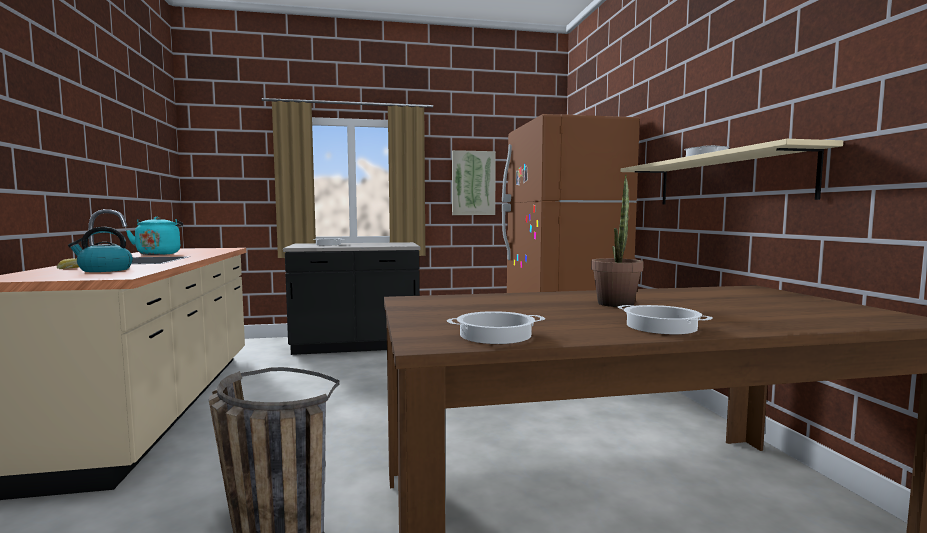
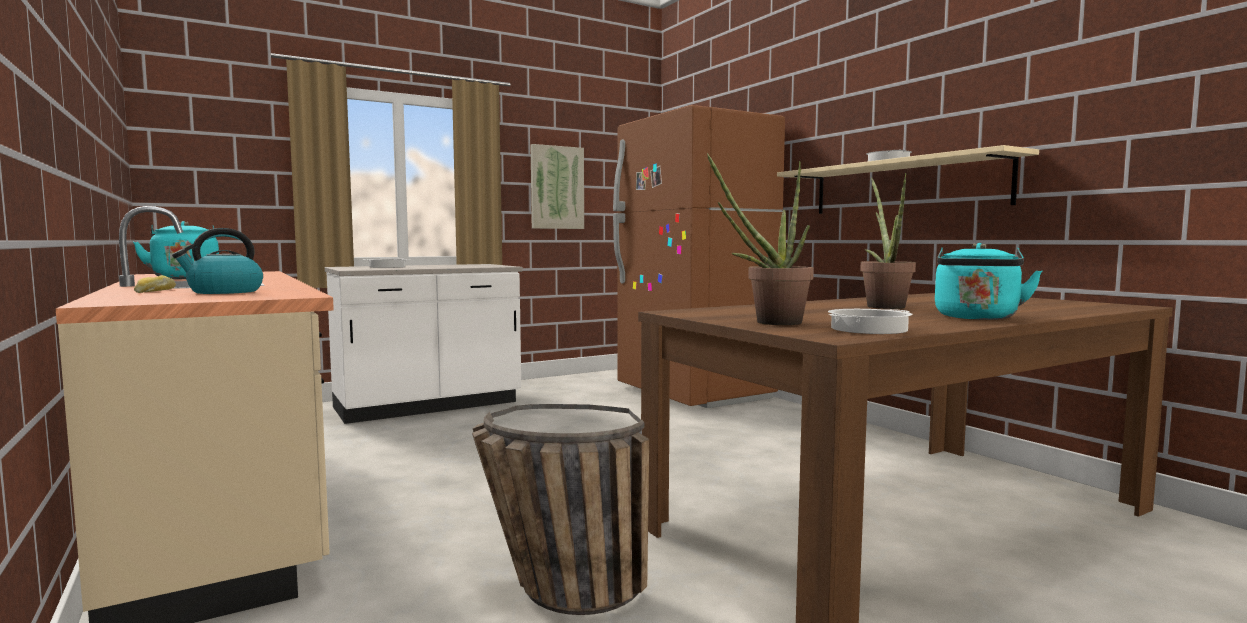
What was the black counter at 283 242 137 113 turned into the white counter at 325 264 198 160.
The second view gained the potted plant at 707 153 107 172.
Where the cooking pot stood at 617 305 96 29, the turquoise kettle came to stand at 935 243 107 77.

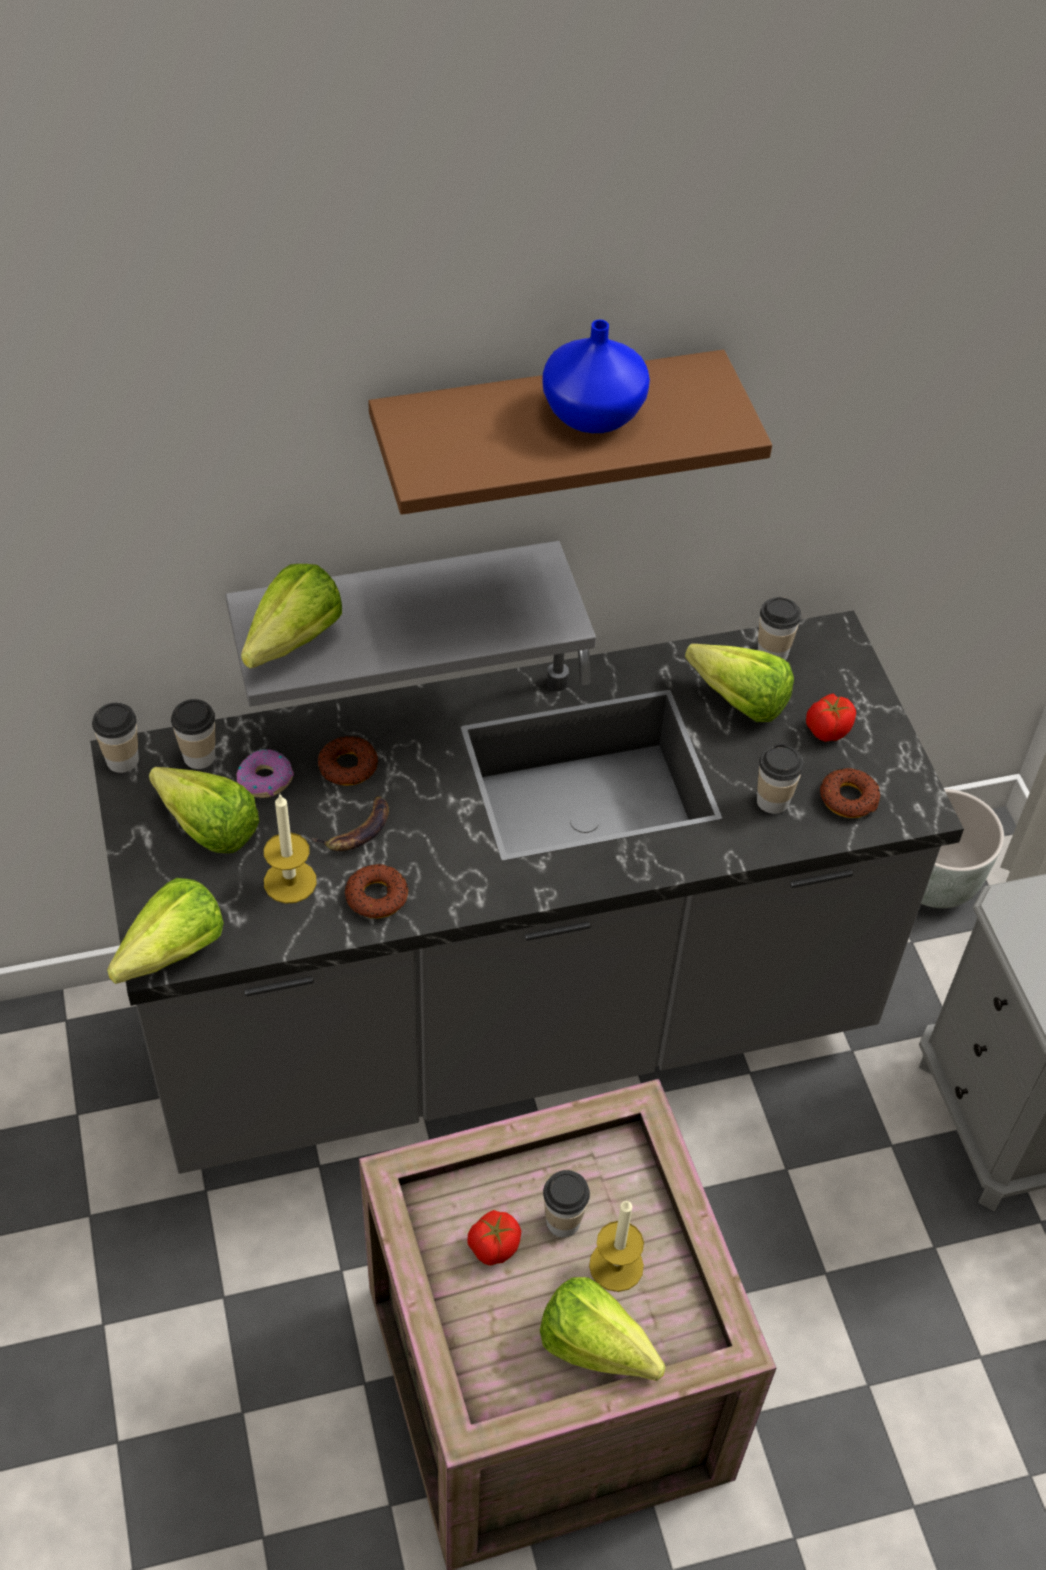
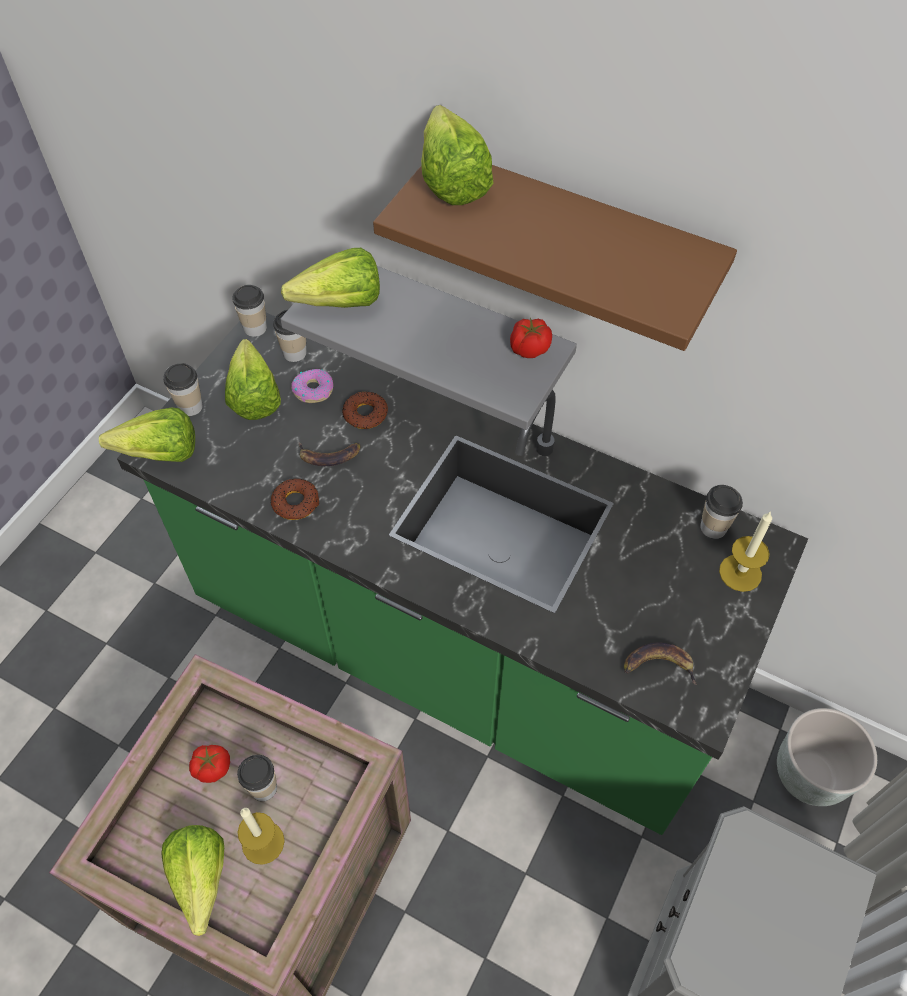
What was the grey counter at 90 610 874 564 turned into the green counter at 117 313 691 522.
The cup ended up elsewhere, having gone from 757 744 47 70 to 164 363 39 53.
The lettuce ended up elsewhere, having gone from 685 644 109 78 to 421 105 73 100.
The tomato ended up elsewhere, having gone from 806 693 50 49 to 510 318 42 40.
Where the donut stood at 820 768 60 50, the banana came to stand at 624 642 73 43.
The candle ended up elsewhere, having gone from 264 793 53 111 to 719 511 53 81.
The second view lost the blue vase at 542 320 108 113.

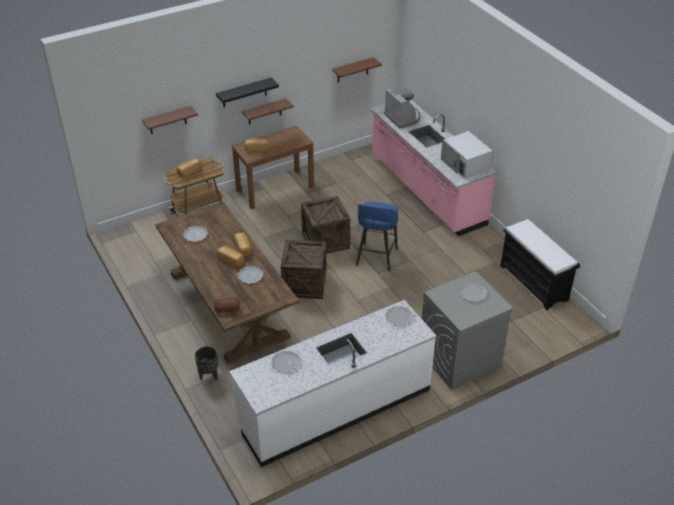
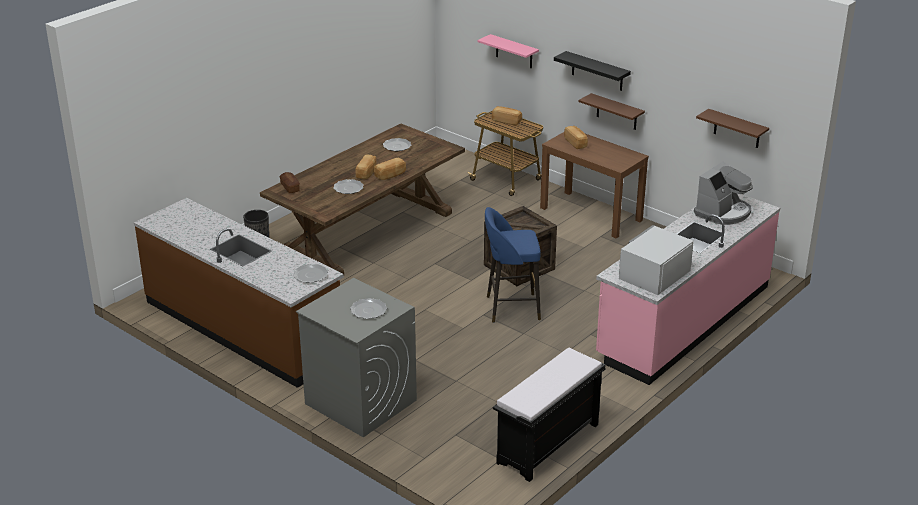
What was the white counter at 229 300 207 167 turned into the brown counter at 134 198 210 190.
What was the brown shelf at 142 106 56 28 turned into the pink shelf at 477 34 62 34.
The second view lost the plate at 271 351 30 22.
The second view lost the crate at 281 240 45 59.

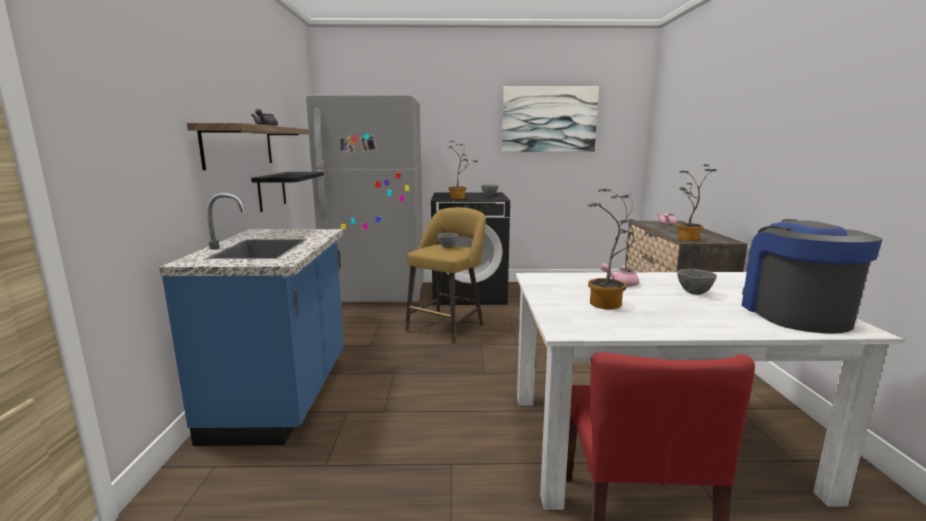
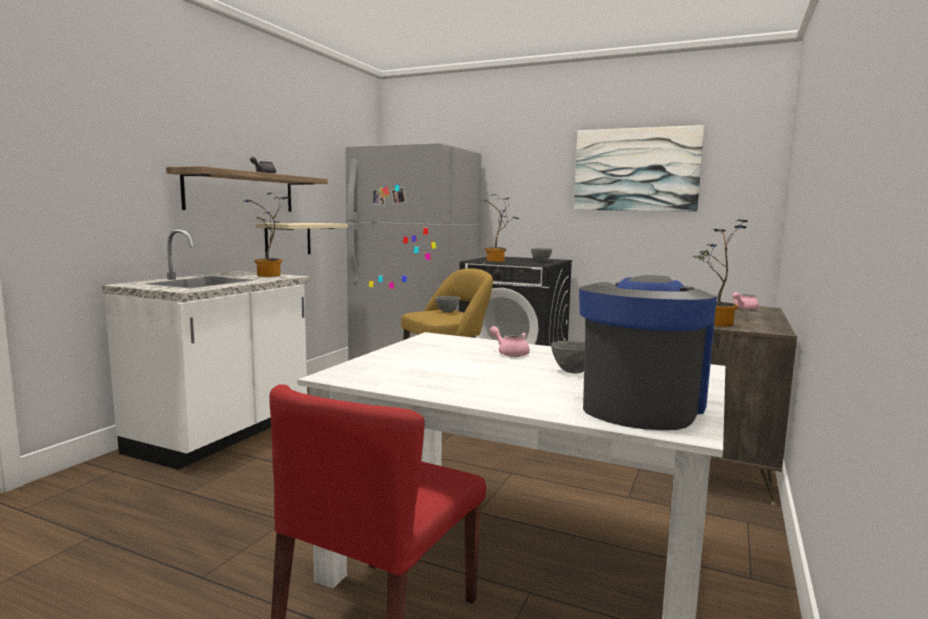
What was the blue counter at 159 193 185 253 turned into the white counter at 102 229 208 241.
The potted plant ended up elsewhere, having gone from 587 189 71 120 to 243 193 46 84.
What was the black shelf at 251 172 73 40 turned into the beige shelf at 255 223 93 35.

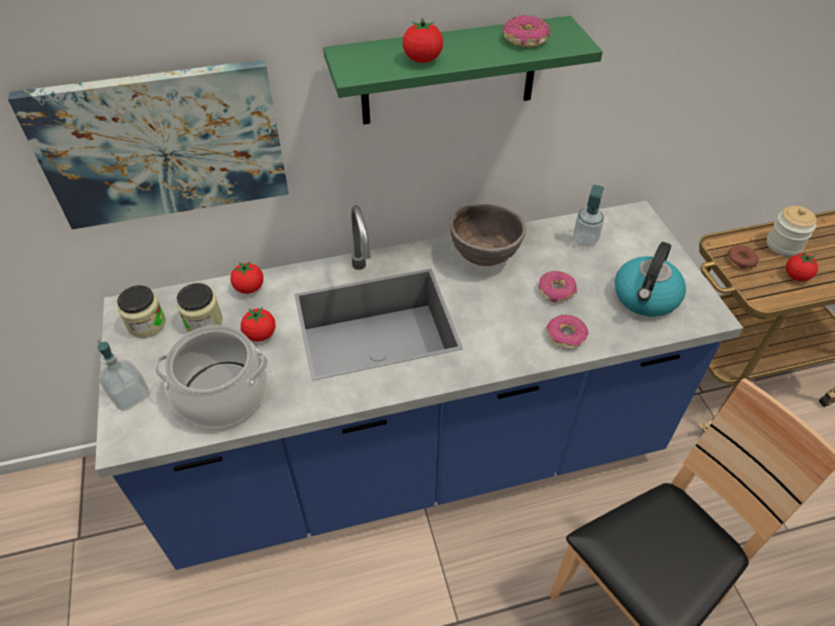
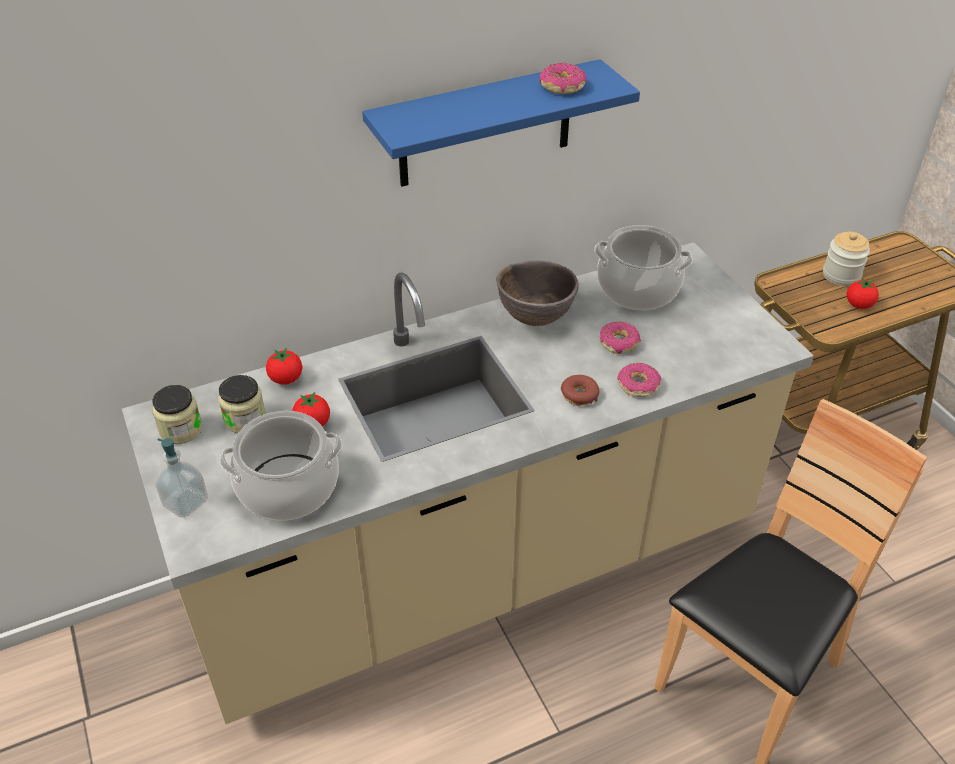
What was the blue counter at 95 201 648 369 turned into the beige counter at 122 242 692 482.
What was the green shelf at 323 16 280 109 turned into the blue shelf at 362 59 278 128.
The donut ended up elsewhere, having gone from 727 245 32 24 to 561 375 39 31.
Where the soap dispenser stood at 573 185 31 62, the cooking pot came to stand at 594 225 99 85.
The second view lost the picture at 8 59 281 170.
The second view lost the tomato at 403 18 40 45.
The second view lost the kettle at 615 242 71 75.

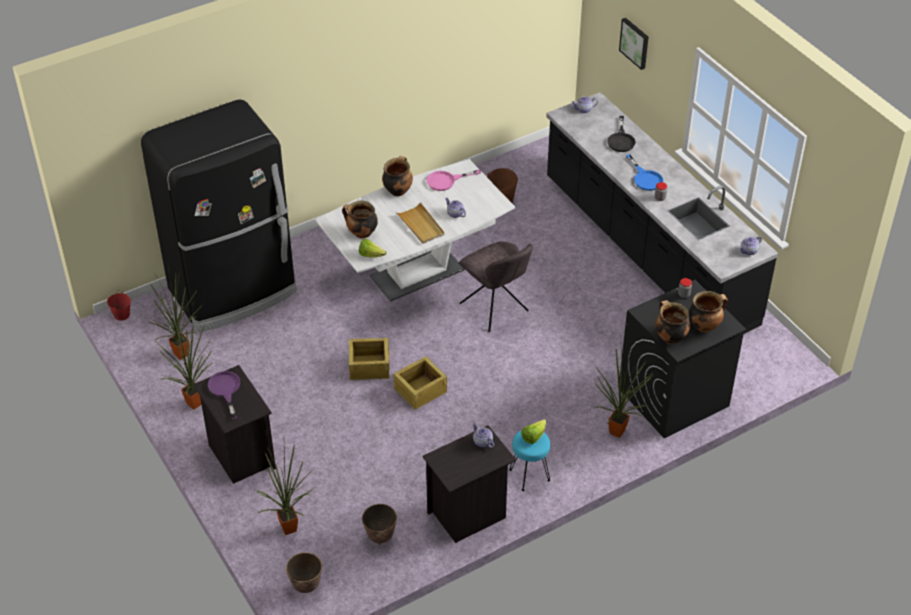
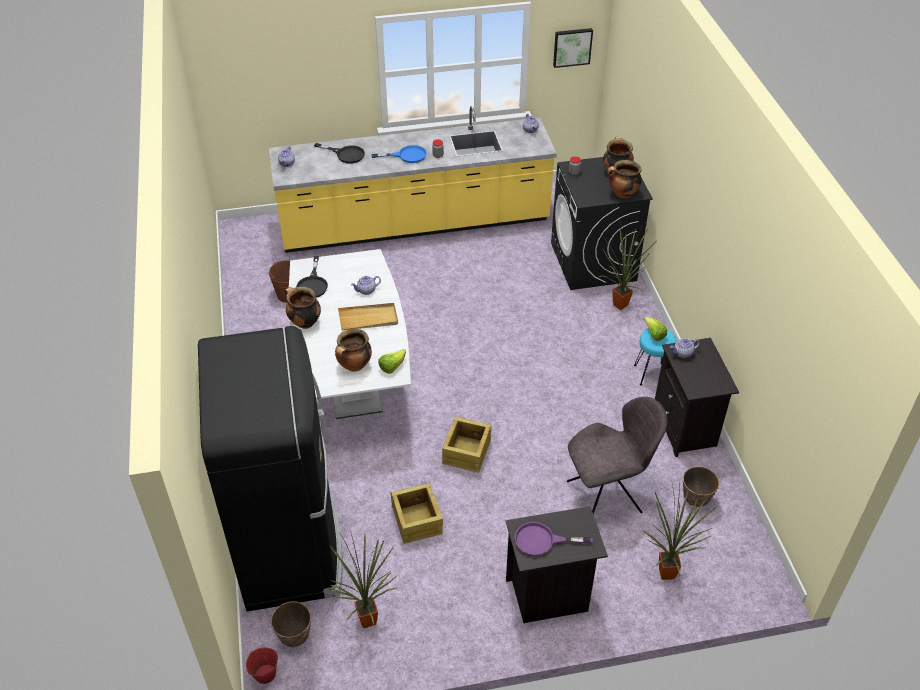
What was the black counter at 546 92 232 242 turned into the yellow counter at 269 106 288 147.
The planter ended up elsewhere, having gone from 286 552 36 41 to 271 601 40 46.
What was the pink frying pan at 426 169 55 22 turned into the black frying pan at 296 256 32 42.
The crate ended up elsewhere, having gone from 394 356 53 54 to 391 483 52 61.
The picture ended up elsewhere, having gone from 619 18 29 52 to 553 28 40 40.
The grey chair ended up elsewhere, having gone from 459 241 74 91 to 567 397 100 117.
The second view lost the potted plant at 155 324 58 86.

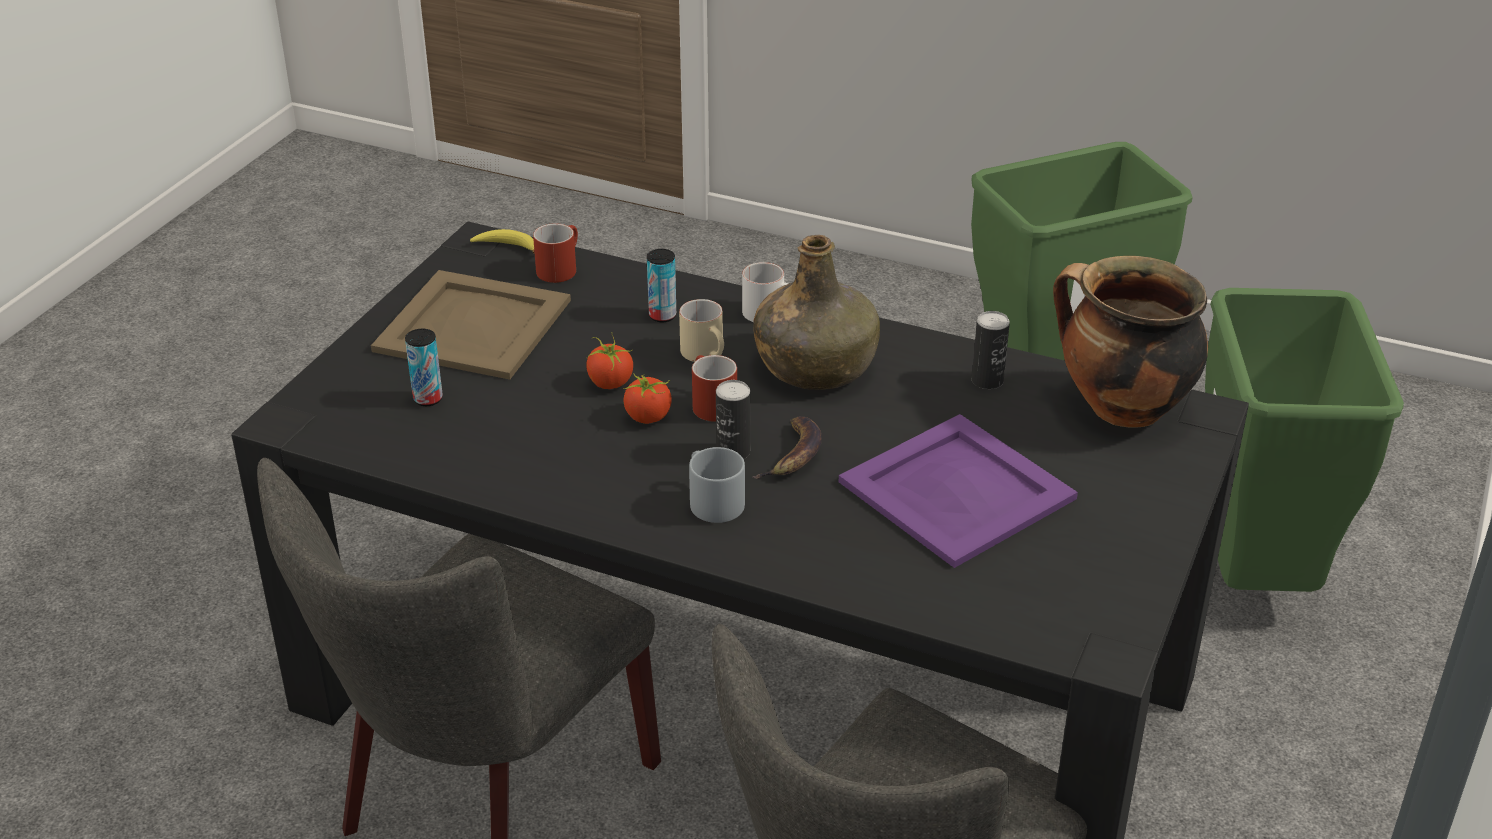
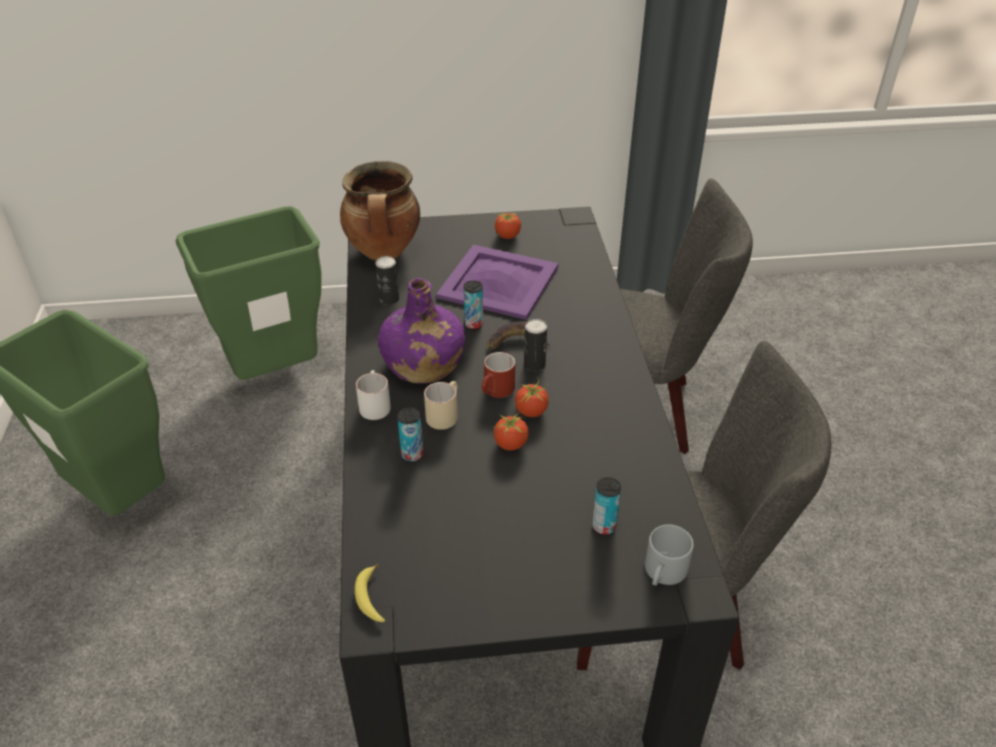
What was the green bottle at 753 235 127 155 turned into the purple bottle at 378 278 87 106.
The second view gained the can at 463 281 20 49.
The second view gained the tomato at 495 212 27 27.
The grey mug ended up elsewhere, having gone from 689 447 56 76 to 645 525 49 61.
The second view lost the beige tray at 371 270 200 110.
The second view lost the red mug at 533 223 45 60.

